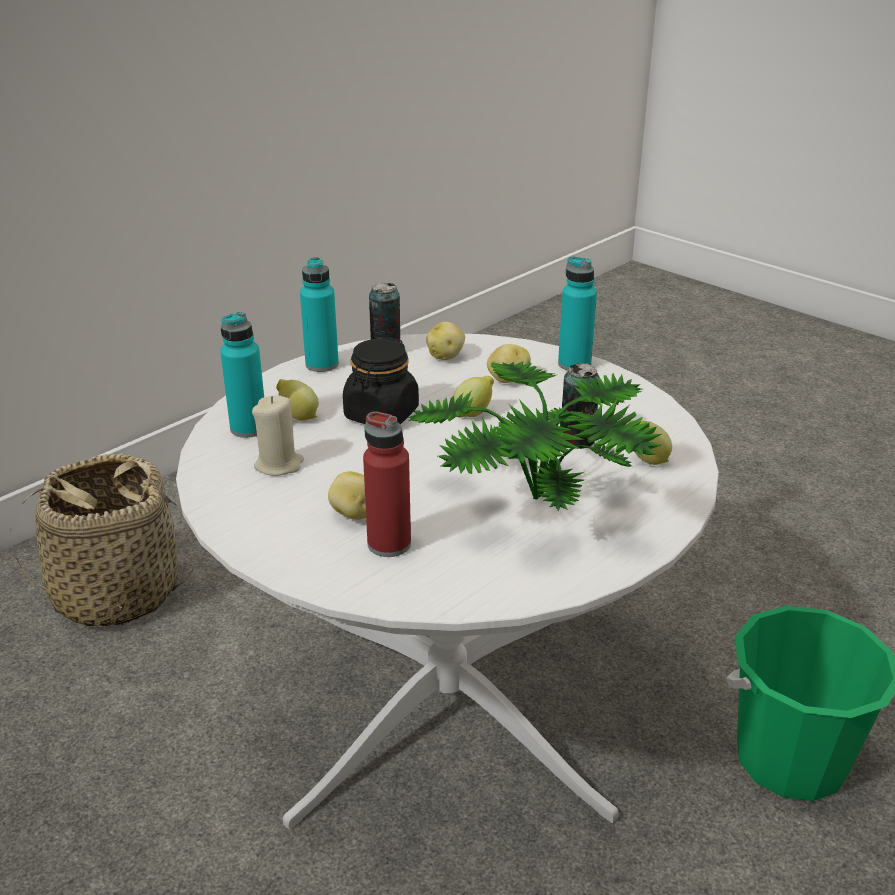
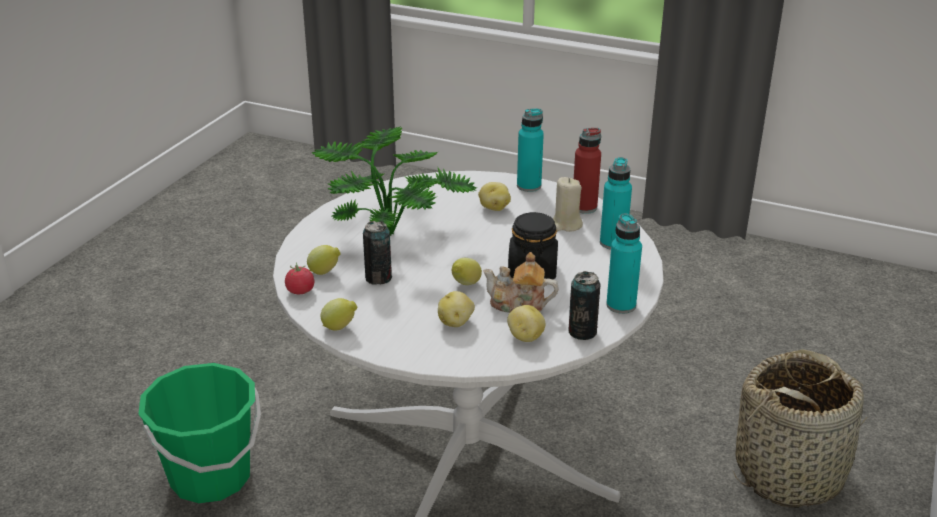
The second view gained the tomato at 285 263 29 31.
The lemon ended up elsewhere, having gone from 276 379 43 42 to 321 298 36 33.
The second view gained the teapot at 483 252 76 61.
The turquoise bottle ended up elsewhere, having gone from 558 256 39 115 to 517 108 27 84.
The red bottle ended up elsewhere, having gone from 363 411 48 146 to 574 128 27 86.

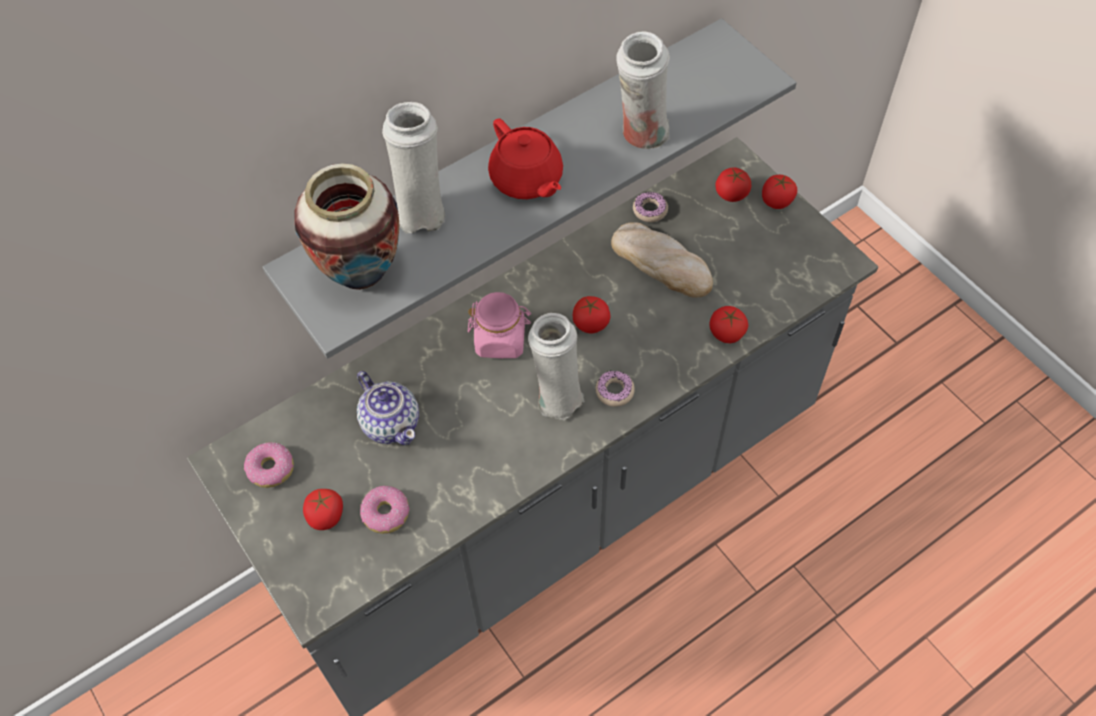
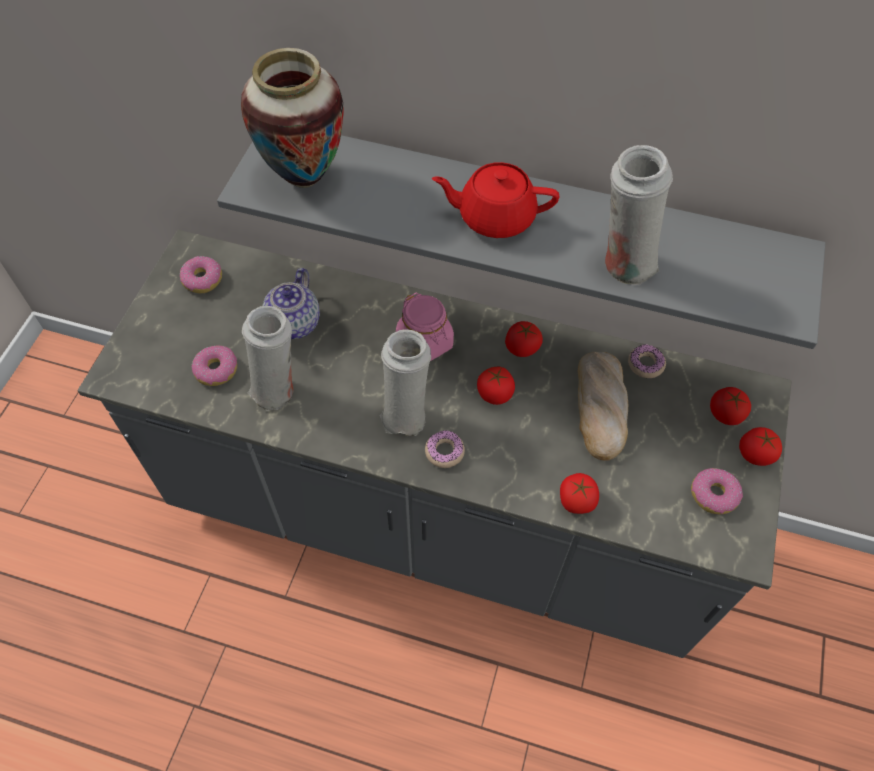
The white vase ended up elsewhere, having gone from 382 102 63 131 to 242 306 52 105.
The red teapot at 488 118 75 81 ended up facing another way, 75 degrees clockwise from before.
The tomato ended up elsewhere, having gone from 303 489 40 41 to 505 321 38 36.
The second view gained the donut at 691 468 52 46.

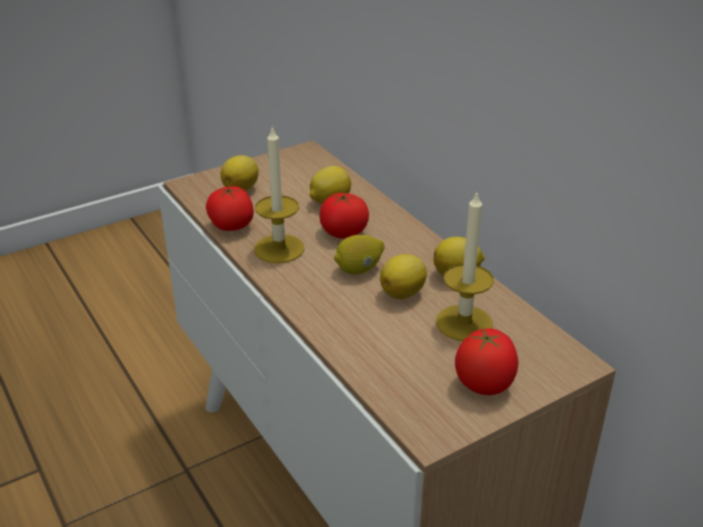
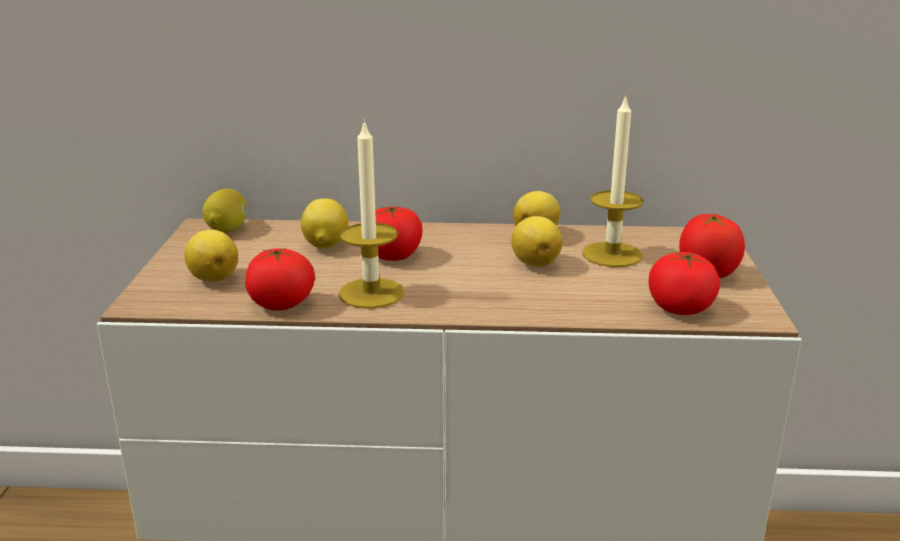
The lemon ended up elsewhere, having gone from 334 235 50 39 to 203 189 44 44.
The second view gained the tomato at 648 252 72 63.

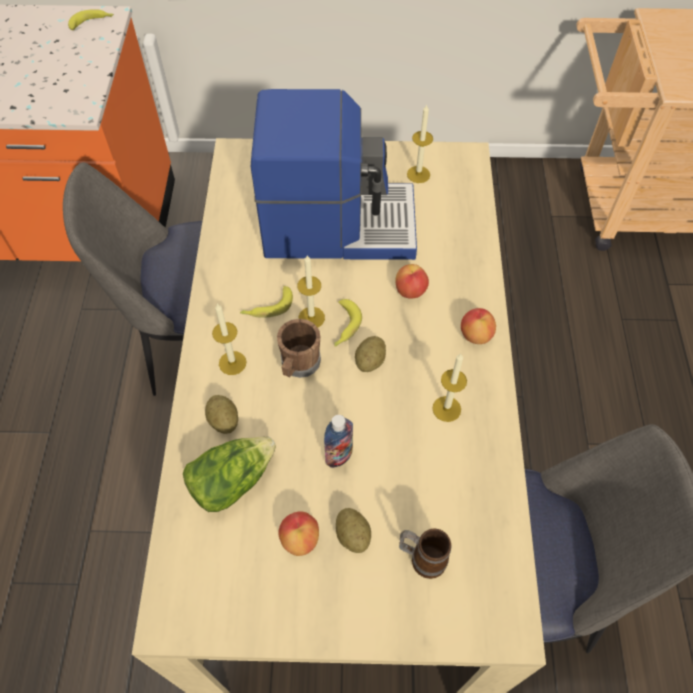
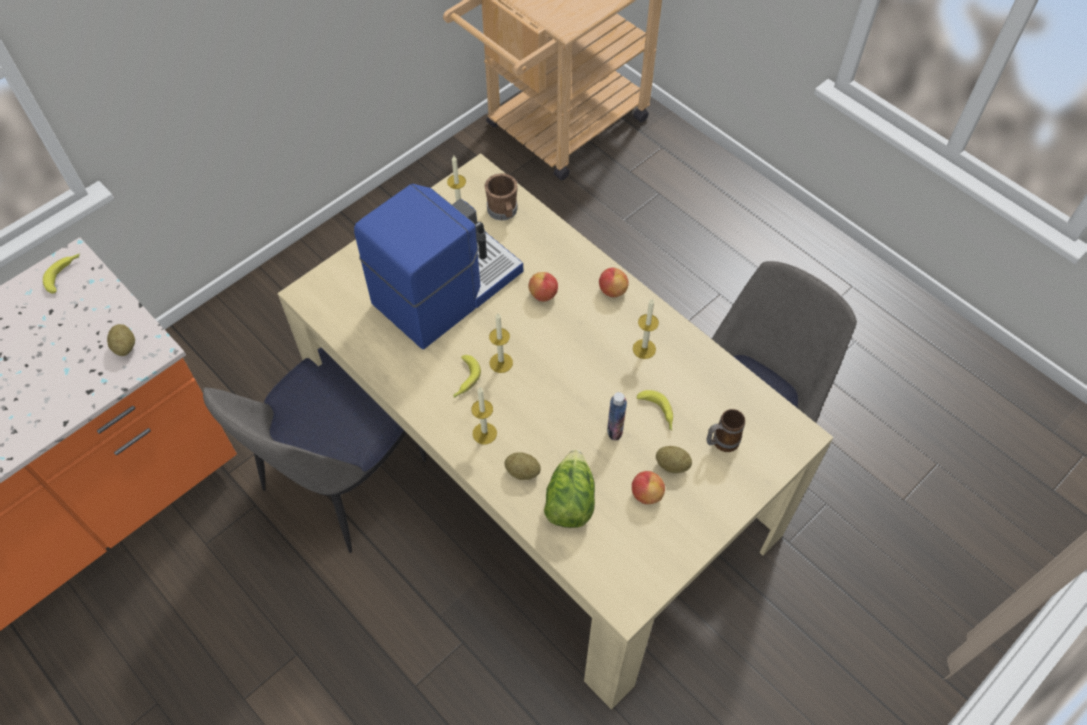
The potato ended up elsewhere, having gone from 355 336 31 36 to 107 324 28 32.
The brown mug ended up elsewhere, having gone from 277 319 44 59 to 485 173 33 48.
The banana ended up elsewhere, having gone from 335 299 27 48 to 637 390 36 40.

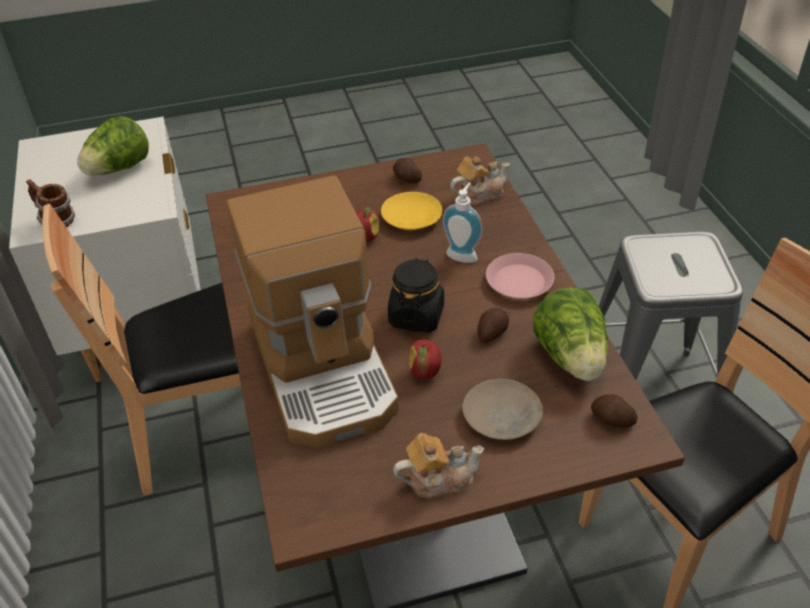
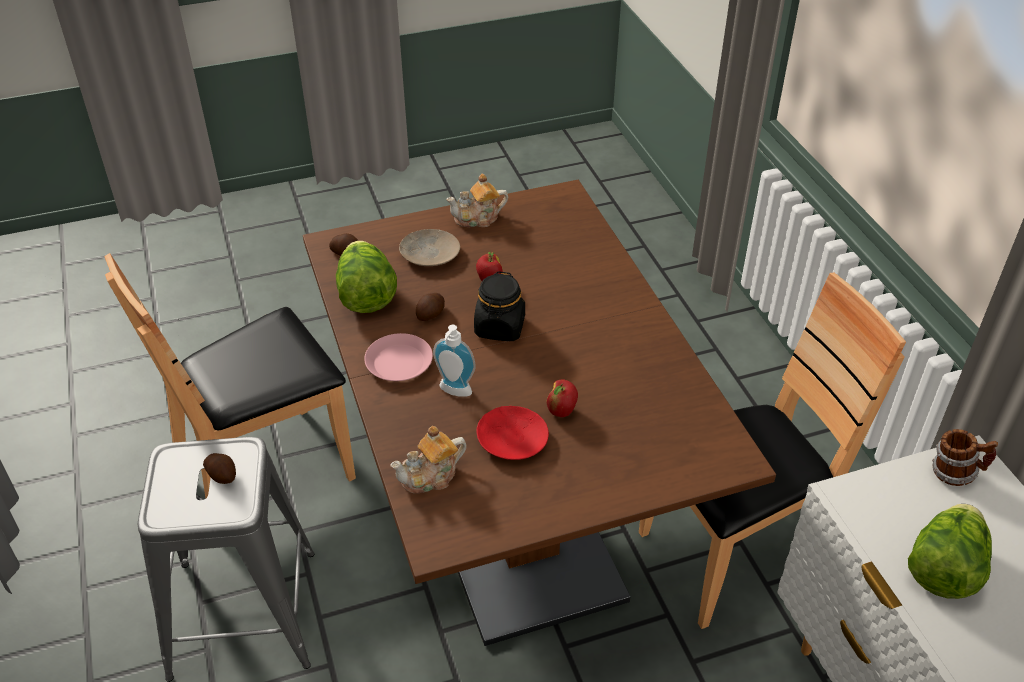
The potato ended up elsewhere, having gone from 393 158 29 25 to 203 453 33 31.
What was the yellow plate at 381 192 61 38 turned into the red plate at 476 406 73 54.
The second view lost the coffee machine at 226 176 173 273.

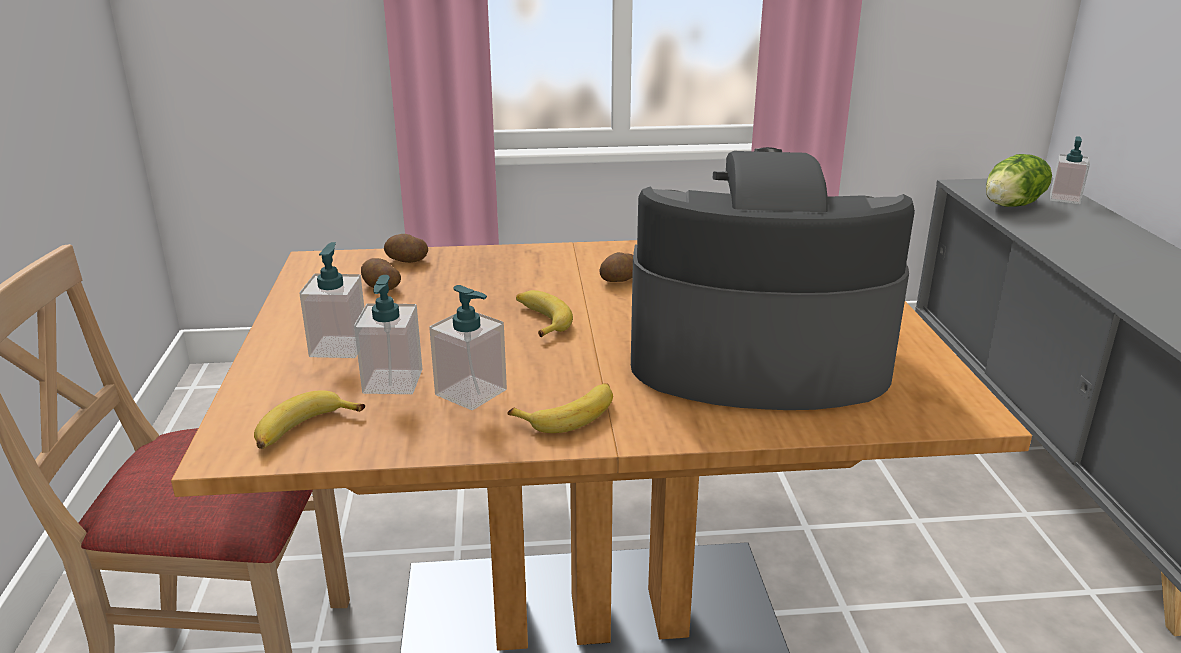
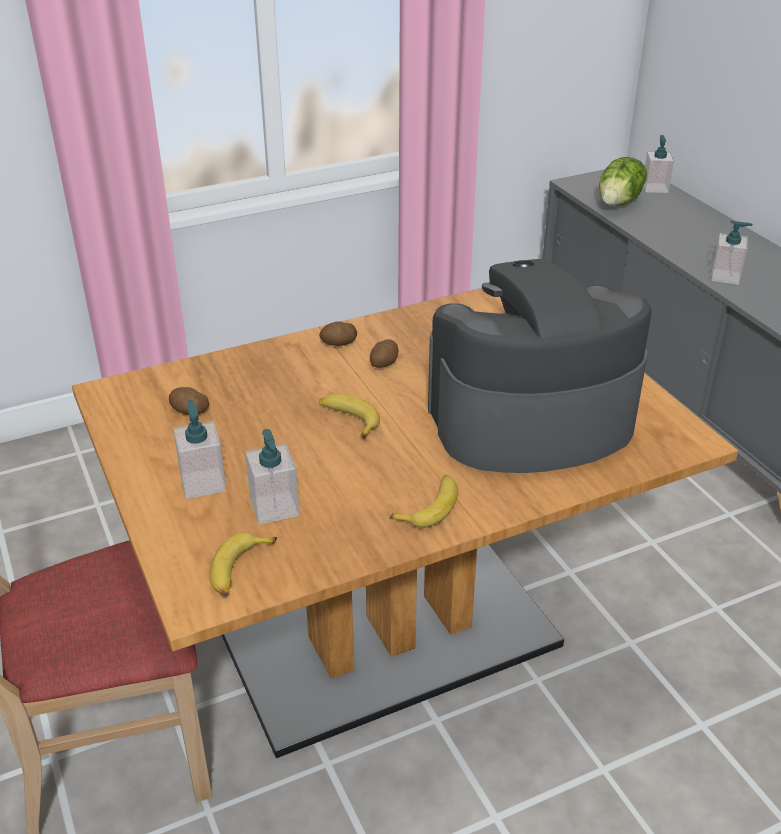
The potato ended up elsewhere, having gone from 384 234 44 29 to 319 321 38 25.
The soap dispenser ended up elsewhere, having gone from 429 285 78 125 to 711 221 42 64.

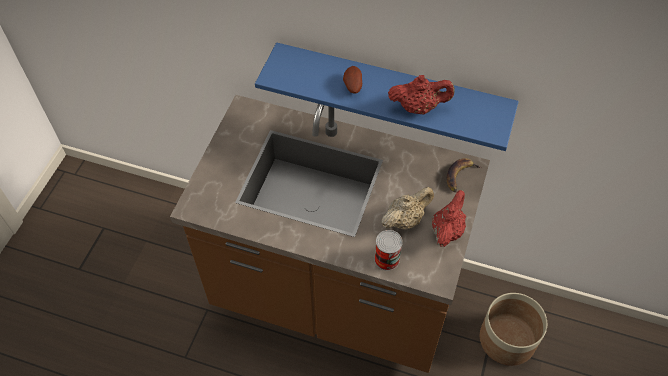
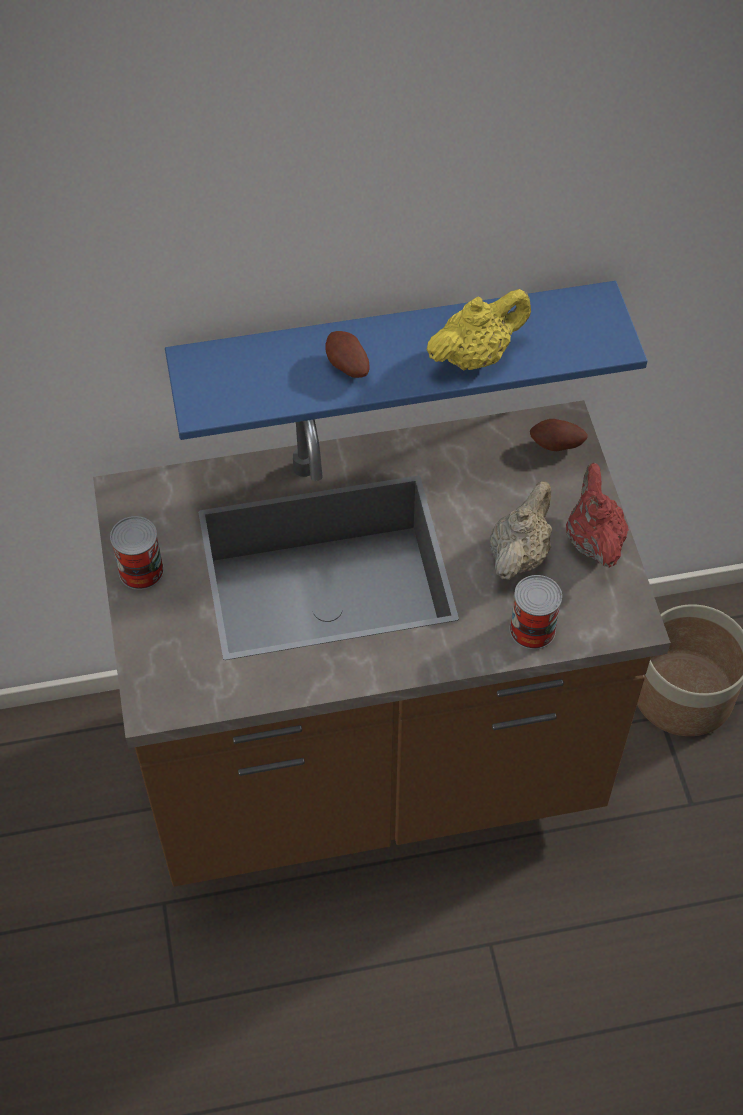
The second view gained the can at 110 516 54 74.
What was the red teapot at 388 75 67 39 turned into the yellow teapot at 426 289 105 82.
Where the banana stood at 447 158 35 34, the potato came to stand at 530 419 58 32.

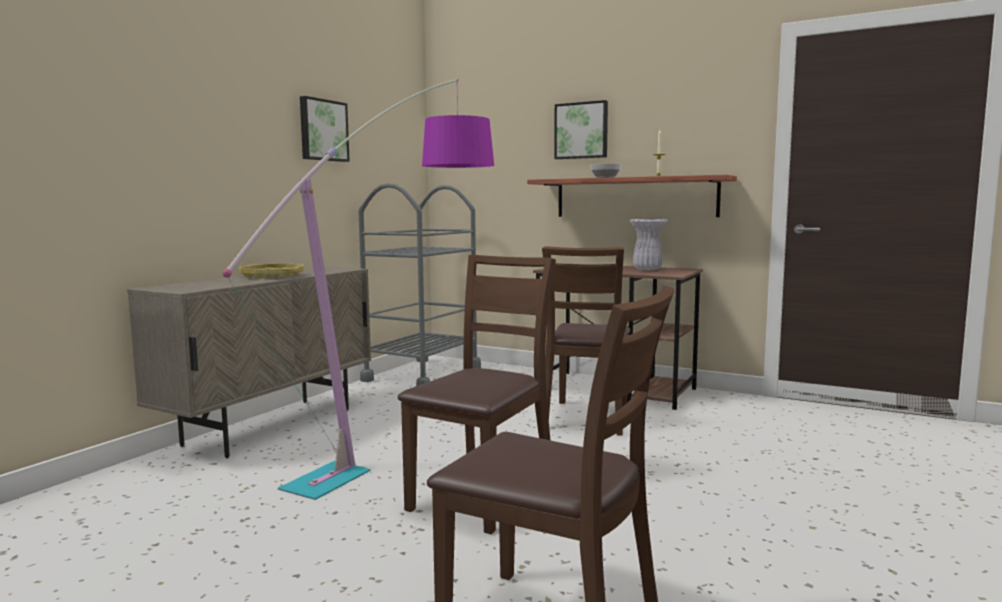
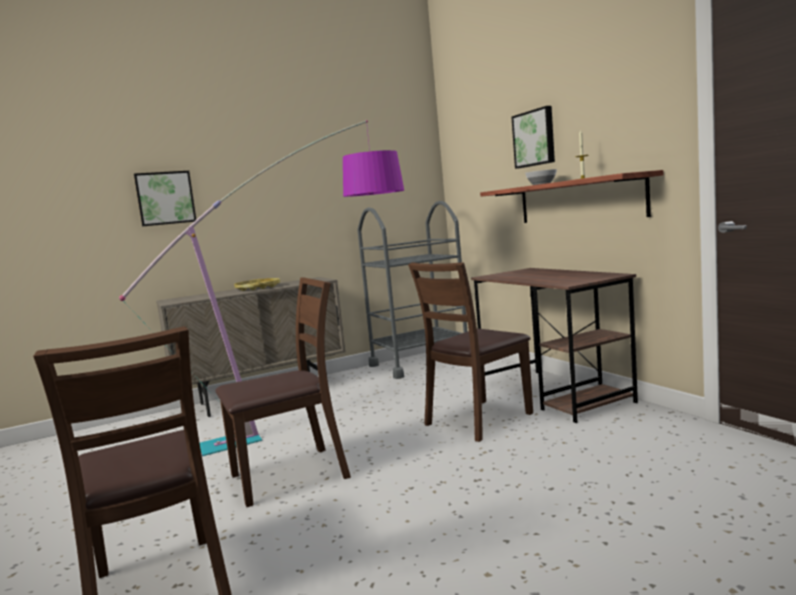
The picture ended up elsewhere, having gone from 300 96 50 66 to 134 171 62 55.
The second view lost the white vase at 630 219 38 51.

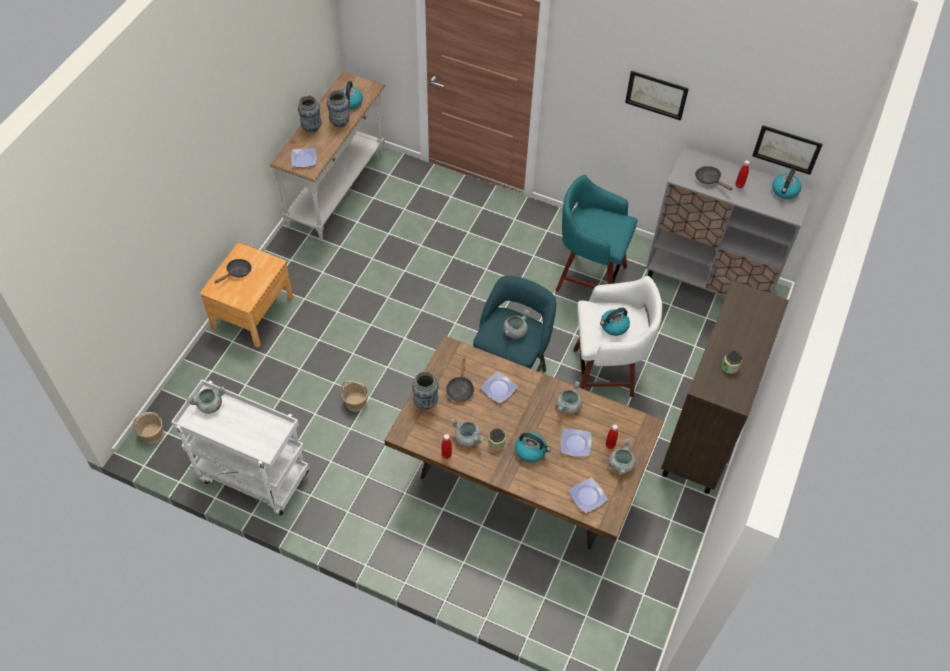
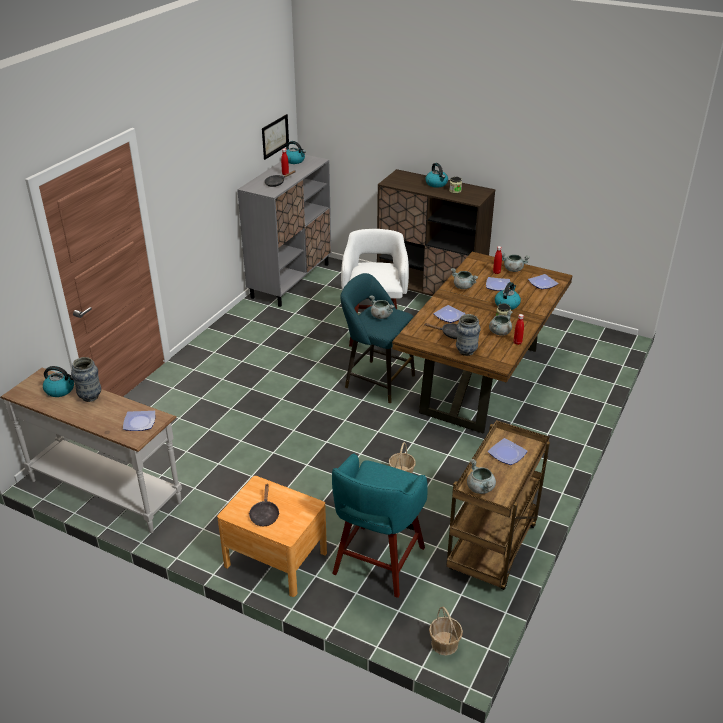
The black frying pan at 214 259 38 24 ended up facing another way, 135 degrees counterclockwise from before.
The turquoise stool ended up elsewhere, having gone from 555 175 83 117 to 332 453 96 145.
The kettle ended up elsewhere, having gone from 600 308 30 28 to 425 163 23 25.
What was the white cart at 171 379 138 137 turned into the brown cart at 446 420 104 170.
The second view gained the plate at 488 438 40 27.
The second view lost the vase at 298 95 23 38.
The second view lost the picture at 625 70 64 51.

